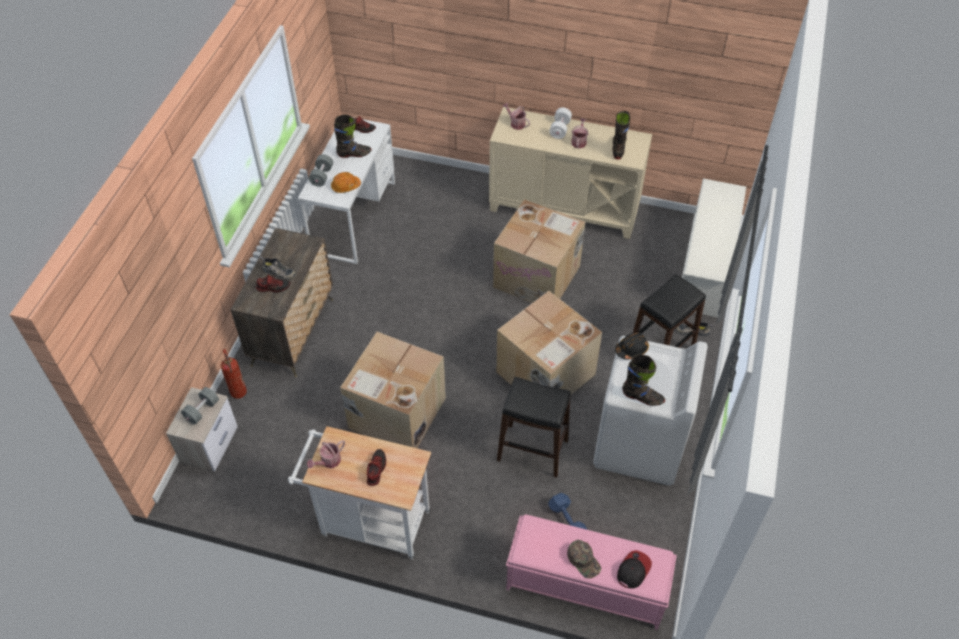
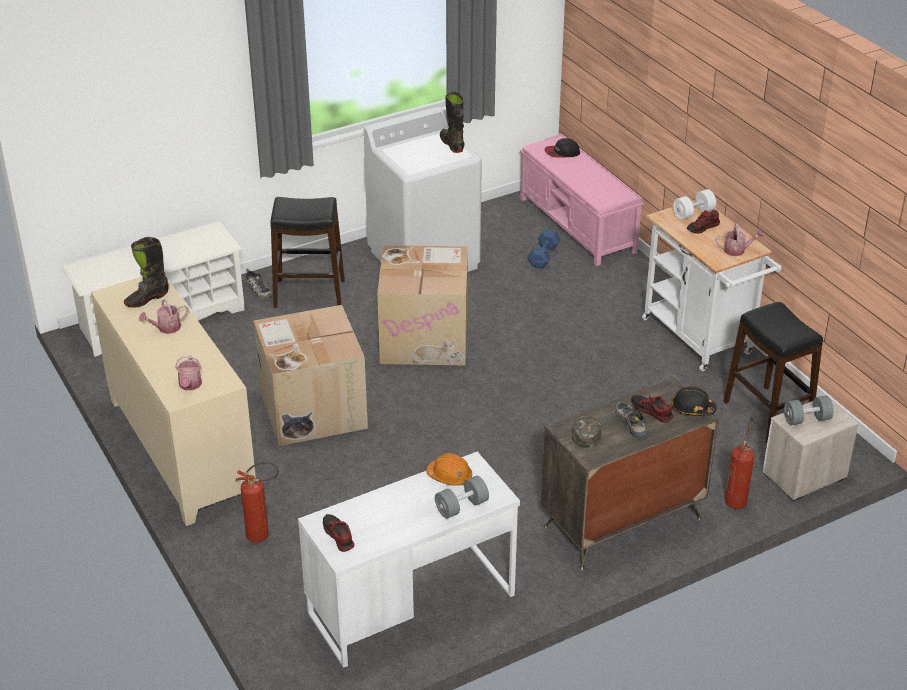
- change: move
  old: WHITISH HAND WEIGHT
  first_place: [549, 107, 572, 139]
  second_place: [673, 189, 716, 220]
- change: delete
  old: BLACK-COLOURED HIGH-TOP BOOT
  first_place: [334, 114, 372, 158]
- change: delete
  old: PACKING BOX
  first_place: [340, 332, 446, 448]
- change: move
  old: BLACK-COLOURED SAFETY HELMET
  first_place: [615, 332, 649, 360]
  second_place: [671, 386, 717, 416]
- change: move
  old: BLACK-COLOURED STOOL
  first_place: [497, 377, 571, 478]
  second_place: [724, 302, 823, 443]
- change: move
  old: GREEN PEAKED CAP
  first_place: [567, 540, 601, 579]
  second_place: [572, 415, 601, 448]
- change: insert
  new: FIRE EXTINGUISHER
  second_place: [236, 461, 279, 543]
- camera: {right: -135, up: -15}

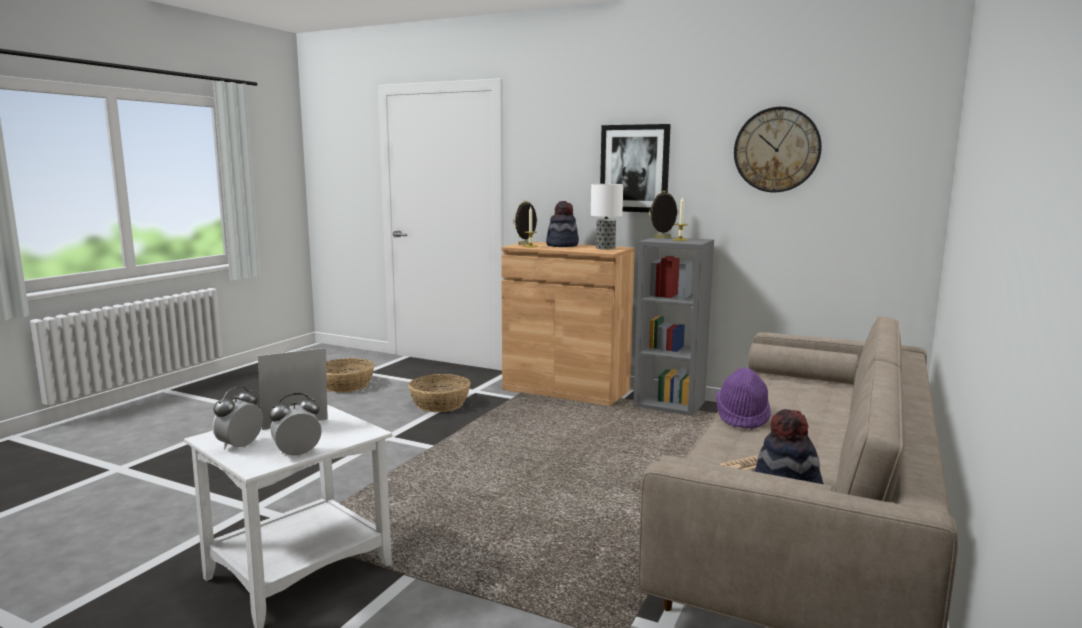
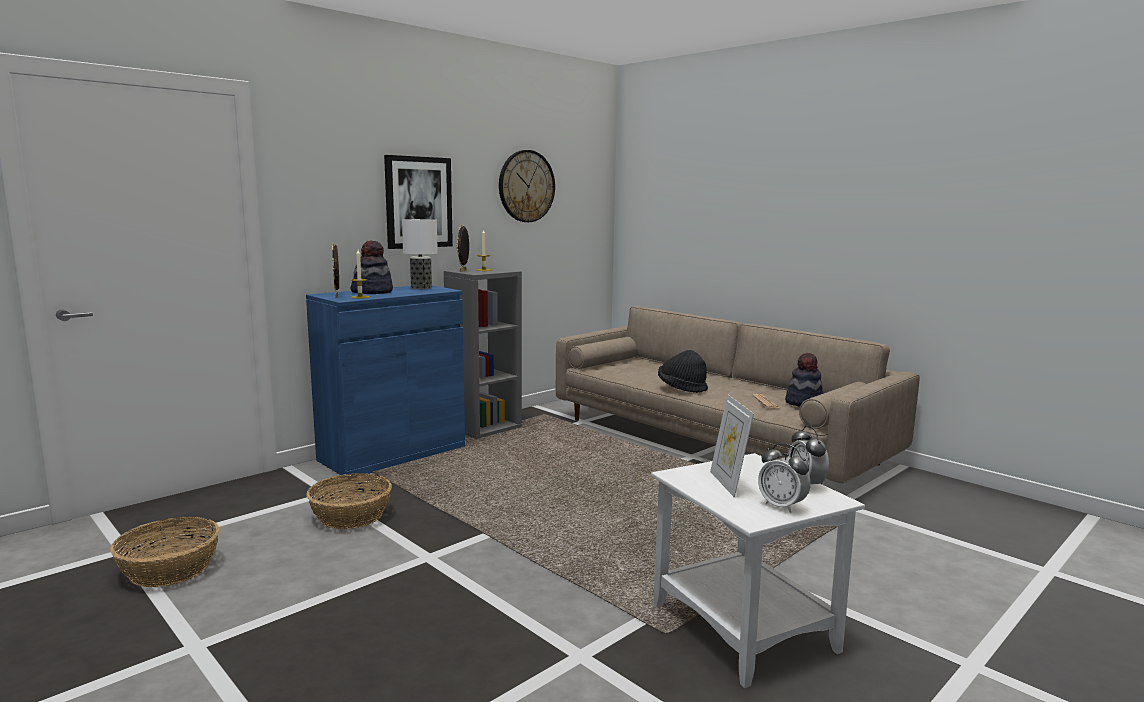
- change: recolor
  old: BROWNISH CUPBOARD
  new: BLUE-COLOURED CUPBOARD
  first_place: [501, 242, 635, 406]
  second_place: [306, 286, 465, 476]
- change: recolor
  old: PURPLE-COLOURED HAT
  new: BLACK-COLOURED HAT
  first_place: [716, 368, 771, 430]
  second_place: [658, 350, 708, 393]
- camera: {right: -70, up: 0}

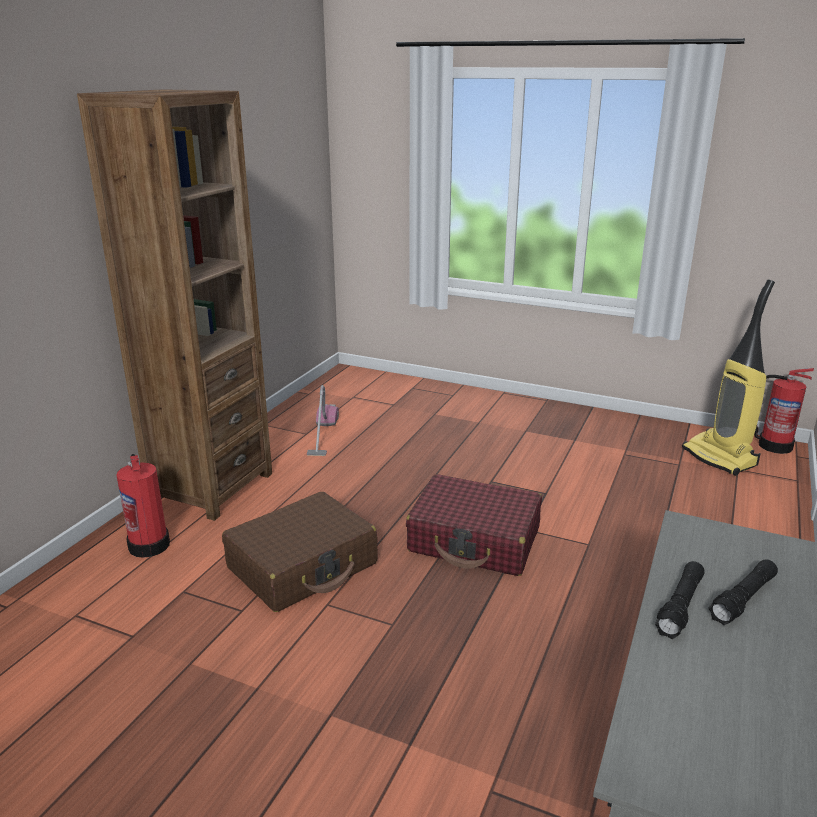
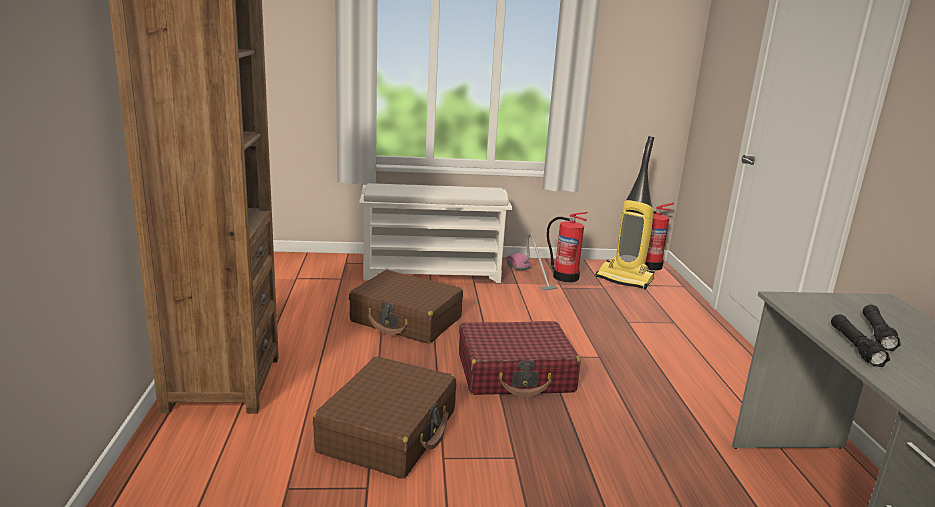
- change: move
  old: HOOVER
  first_place: [307, 385, 339, 456]
  second_place: [506, 233, 557, 291]
- change: move
  old: FIRE EXTINGUISHER
  first_place: [116, 454, 170, 558]
  second_place: [547, 212, 588, 282]
- change: insert
  new: WHITISH SHOE RACK
  second_place: [359, 183, 512, 283]
- change: insert
  new: BROWNISH PIECE OF LUGGAGE
  second_place: [349, 270, 463, 344]
- camera: {right: -30, up: -5}

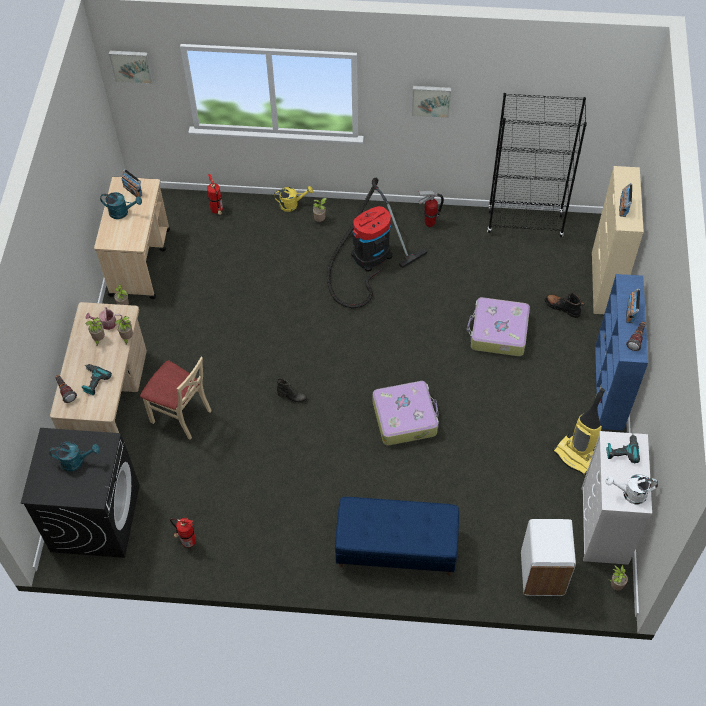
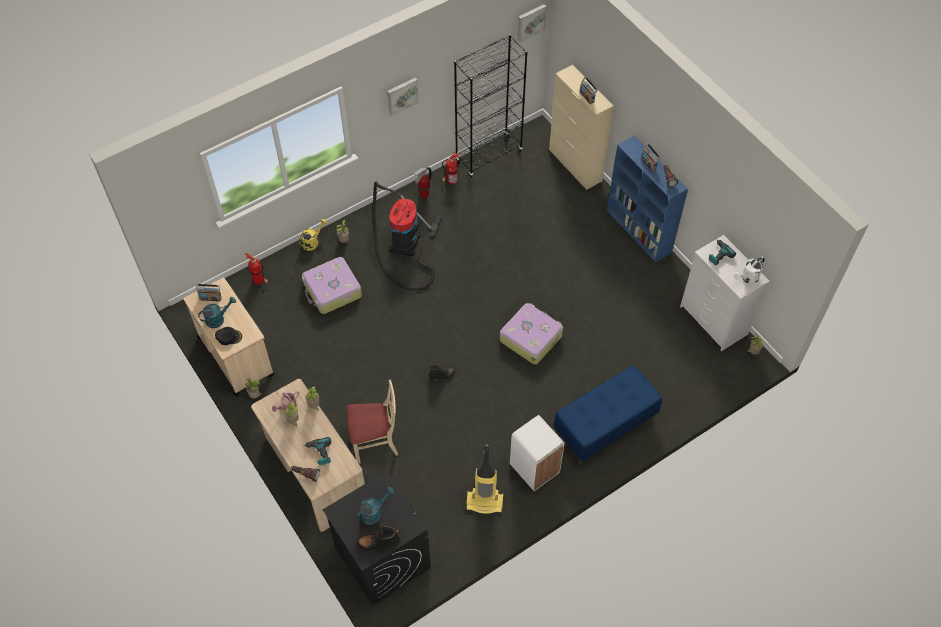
- change: move
  old: PICTURE
  first_place: [109, 51, 153, 84]
  second_place: [517, 4, 547, 43]
- change: move
  old: BLACK-COLOURED HIGH-TOP BOOT
  first_place: [545, 292, 584, 318]
  second_place: [357, 525, 400, 551]
- change: move
  old: PIECE OF LUGGAGE
  first_place: [467, 297, 530, 356]
  second_place: [302, 257, 362, 314]
- change: move
  old: HOOVER
  first_place: [553, 388, 605, 475]
  second_place: [466, 444, 504, 515]
- change: move
  old: FIRE EXTINGUISHER
  first_place: [170, 517, 196, 548]
  second_place: [442, 152, 459, 184]
- change: move
  old: WHITISH TRASH CAN
  first_place: [521, 519, 576, 596]
  second_place: [510, 415, 565, 491]
- change: insert
  new: BLACK-COLOURED PEAKED CAP
  second_place: [215, 327, 242, 345]
- camera: {right: -40, up: 0}

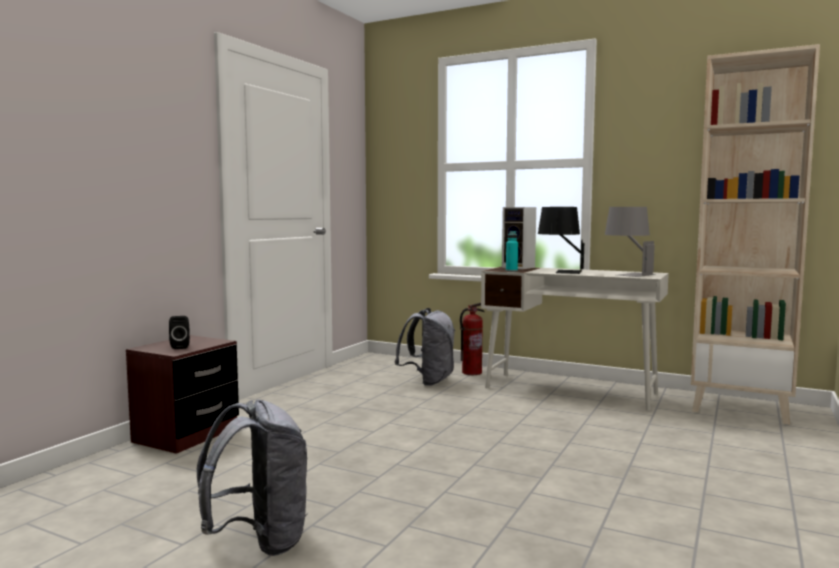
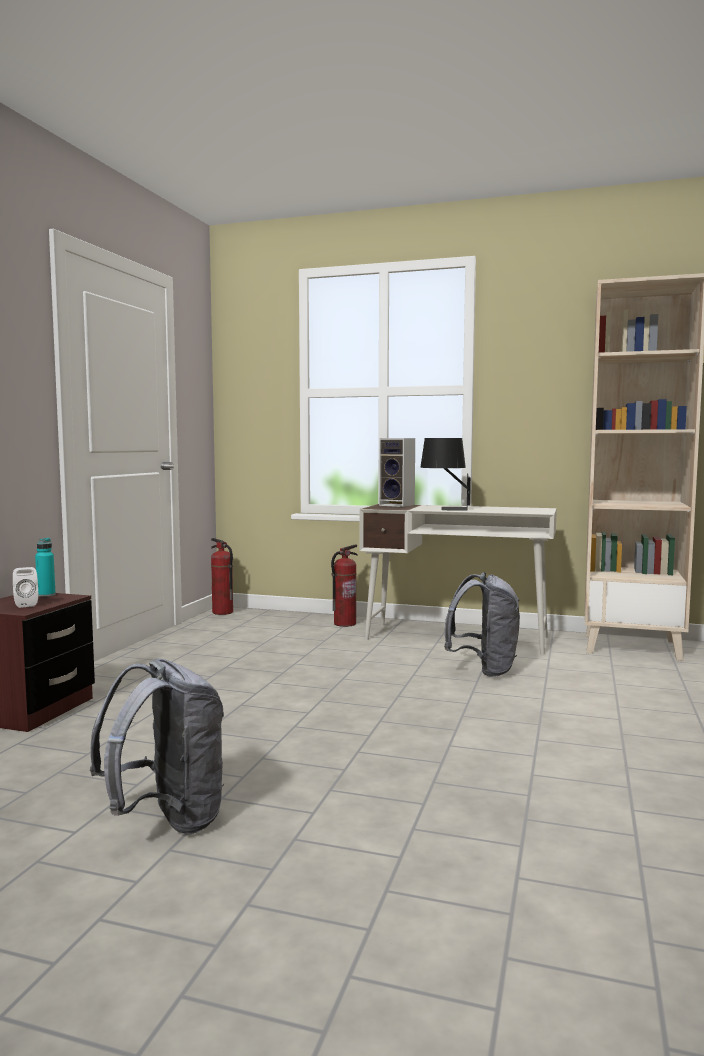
- change: delete
  old: GREYISH LAMP FOR A TABLE
  first_place: [605, 207, 656, 277]
- change: move
  old: TURQUOISE-COLOURED BEVERAGE BOTTLE
  first_place: [506, 231, 518, 272]
  second_place: [35, 538, 56, 597]
- change: move
  old: GREYISH RUCKSACK
  first_place: [394, 308, 455, 386]
  second_place: [444, 572, 520, 677]
- change: recolor
  old: BLACK-COLOURED SPEAKER
  new: WHITISH SPEAKER
  first_place: [169, 316, 190, 349]
  second_place: [13, 567, 38, 608]
- change: insert
  new: FIRE EXTINGUISHER
  second_place: [211, 538, 233, 615]
- camera: {right: -10, up: 0}

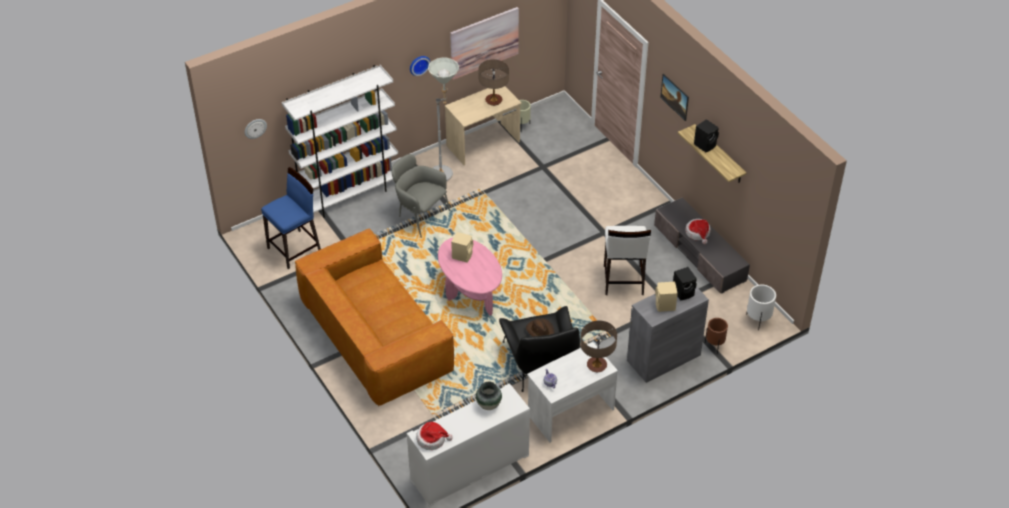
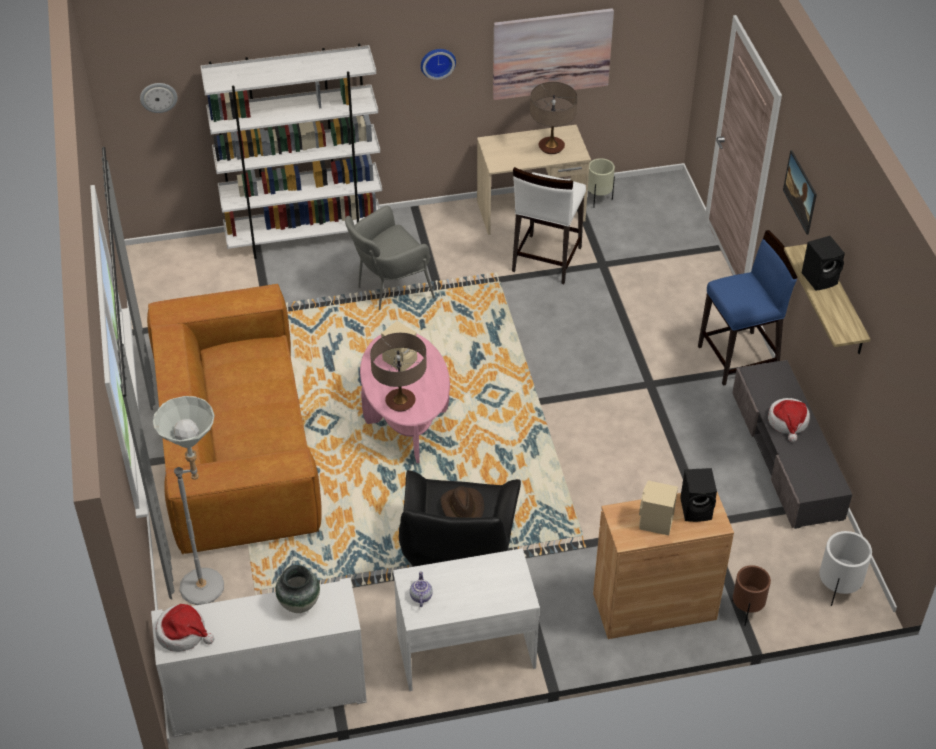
- change: move
  old: GREYISH STANDARD LAMP
  first_place: [428, 57, 459, 181]
  second_place: [153, 396, 224, 605]
- change: rotate
  old: GREYISH EASY CHAIR
  first_place: [392, 154, 451, 238]
  second_place: [345, 206, 435, 310]
  degrees: -90
- change: move
  old: BLUE-COLOURED STOOL
  first_place: [261, 167, 321, 269]
  second_place: [698, 230, 797, 386]
- change: move
  old: WHITISH STOOL
  first_place: [604, 226, 651, 295]
  second_place: [512, 167, 586, 284]
- change: recolor
  old: GREYISH CUPBOARD
  new: BROWNISH CUPBOARD
  first_place: [627, 287, 709, 383]
  second_place: [593, 492, 734, 639]
- change: move
  old: LAMP FOR A TABLE
  first_place: [580, 321, 617, 372]
  second_place: [370, 333, 427, 411]
- camera: {right: 20, up: 0}

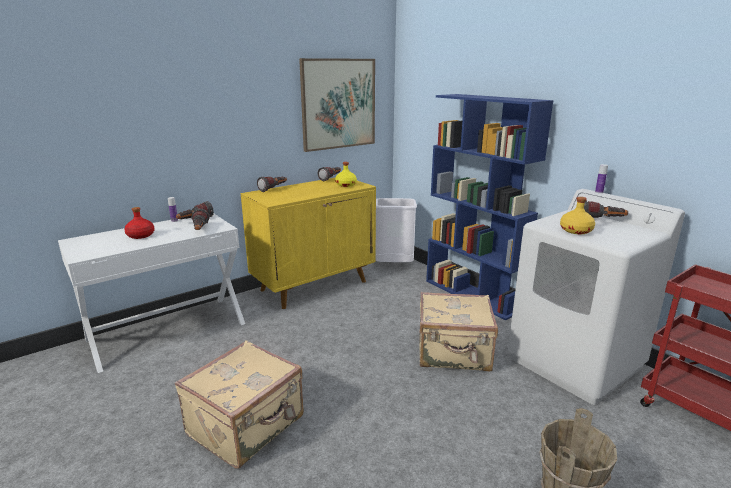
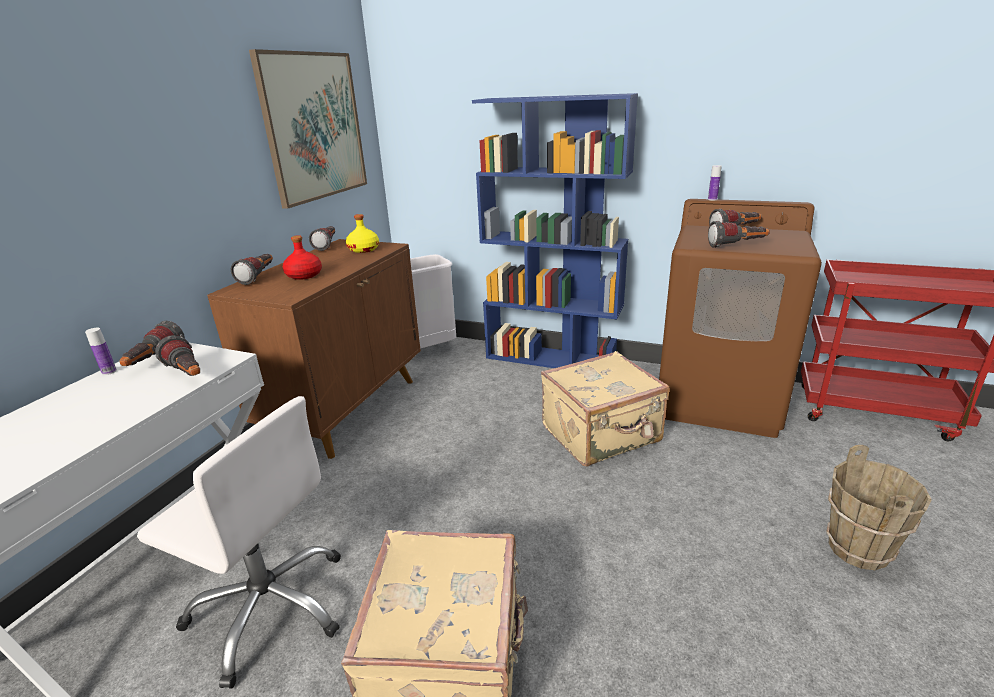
- change: recolor
  old: YELLOWISH CUPBOARD
  new: BROWNISH CUPBOARD
  first_place: [241, 178, 376, 309]
  second_place: [207, 239, 421, 459]
- change: recolor
  old: WHITISH WASHING MACHINE
  new: BROWNISH WASHING MACHINE
  first_place: [508, 189, 685, 405]
  second_place: [659, 199, 822, 438]
- change: replace
  old: YELLOWISH BEVERAGE BOTTLE
  new: HAND TORCH
  first_place: [560, 197, 595, 234]
  second_place: [708, 221, 770, 248]
- change: move
  old: REDDISH BEVERAGE BOTTLE
  first_place: [124, 207, 155, 239]
  second_place: [283, 235, 322, 280]
- change: insert
  new: WHITISH OFFICE CHAIR
  second_place: [137, 396, 341, 688]
- camera: {right: -30, up: 5}

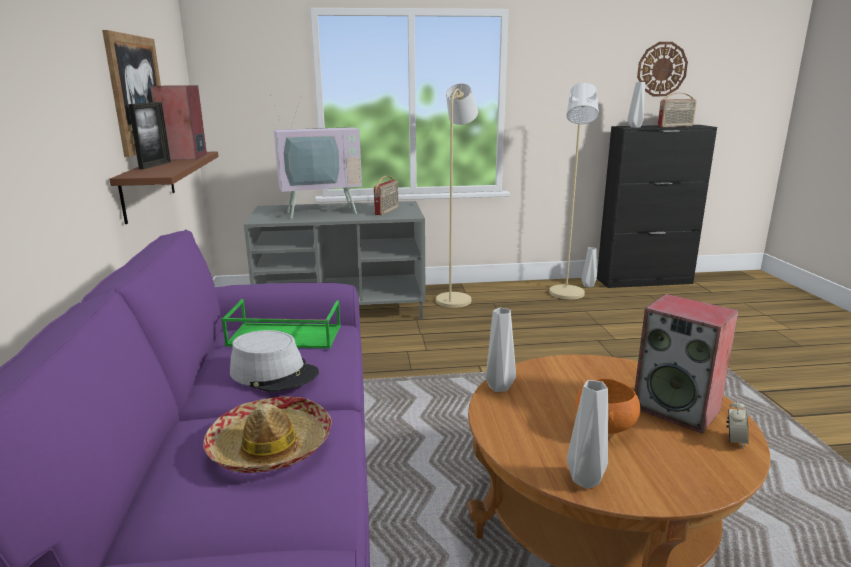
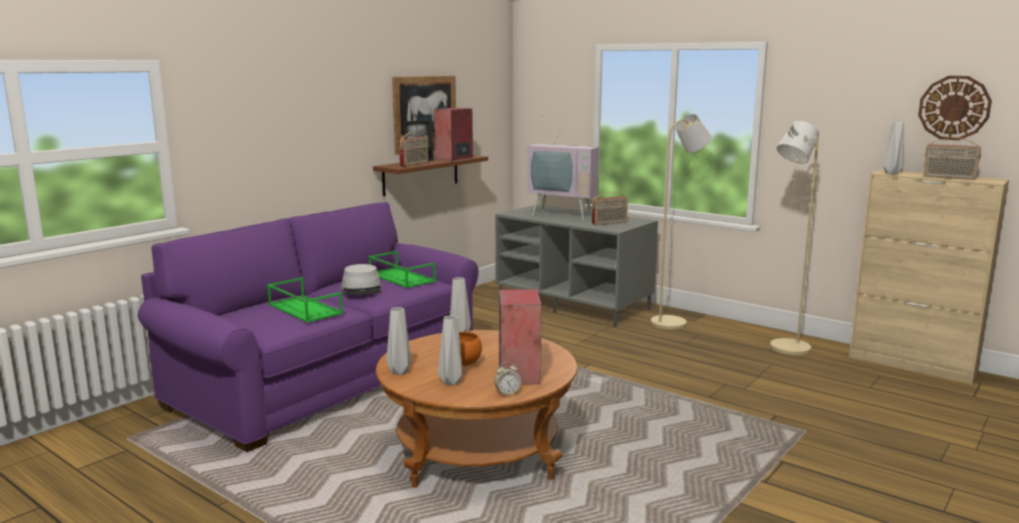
- change: recolor
  old: BLACK-COLOURED CUPBOARD
  new: BEIGE-COLOURED CUPBOARD
  first_place: [597, 125, 717, 288]
  second_place: [849, 170, 1009, 384]
- change: move
  old: GREYISH FLOWER VASE
  first_place: [581, 247, 597, 288]
  second_place: [438, 315, 462, 386]
- change: replace
  old: HAT
  new: GREEN TRAY
  first_place: [203, 396, 332, 473]
  second_place: [267, 277, 343, 323]
- change: insert
  new: RADIO SET
  second_place: [399, 132, 429, 167]
- camera: {right: 45, up: -5}

